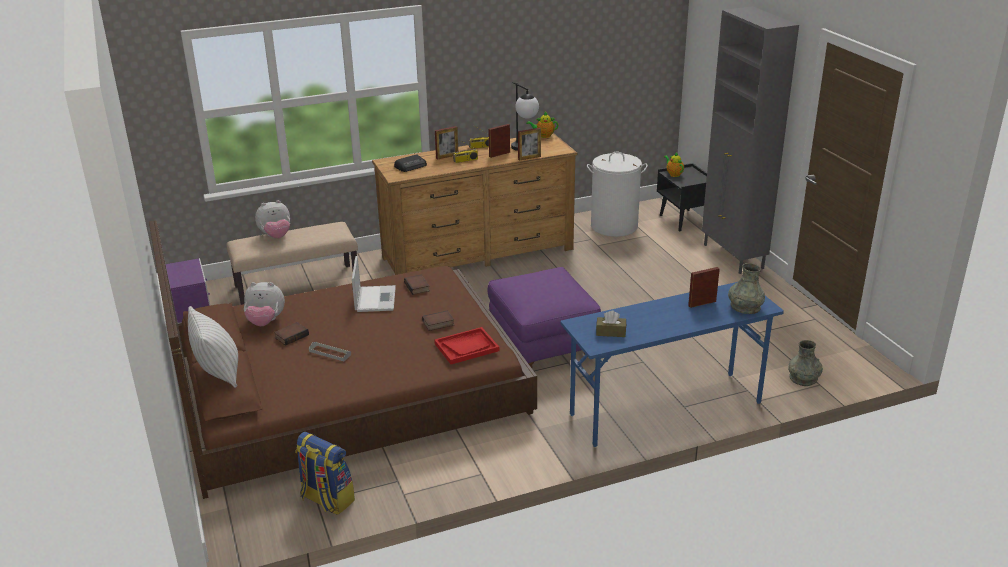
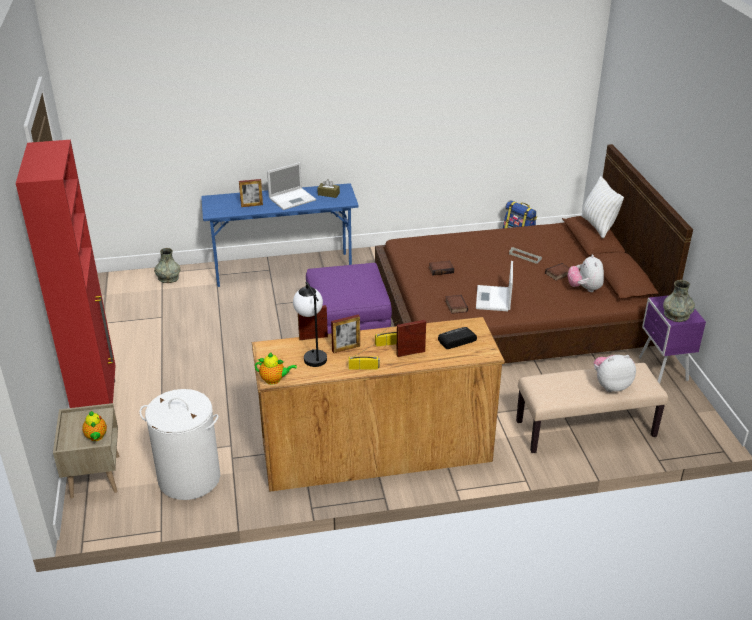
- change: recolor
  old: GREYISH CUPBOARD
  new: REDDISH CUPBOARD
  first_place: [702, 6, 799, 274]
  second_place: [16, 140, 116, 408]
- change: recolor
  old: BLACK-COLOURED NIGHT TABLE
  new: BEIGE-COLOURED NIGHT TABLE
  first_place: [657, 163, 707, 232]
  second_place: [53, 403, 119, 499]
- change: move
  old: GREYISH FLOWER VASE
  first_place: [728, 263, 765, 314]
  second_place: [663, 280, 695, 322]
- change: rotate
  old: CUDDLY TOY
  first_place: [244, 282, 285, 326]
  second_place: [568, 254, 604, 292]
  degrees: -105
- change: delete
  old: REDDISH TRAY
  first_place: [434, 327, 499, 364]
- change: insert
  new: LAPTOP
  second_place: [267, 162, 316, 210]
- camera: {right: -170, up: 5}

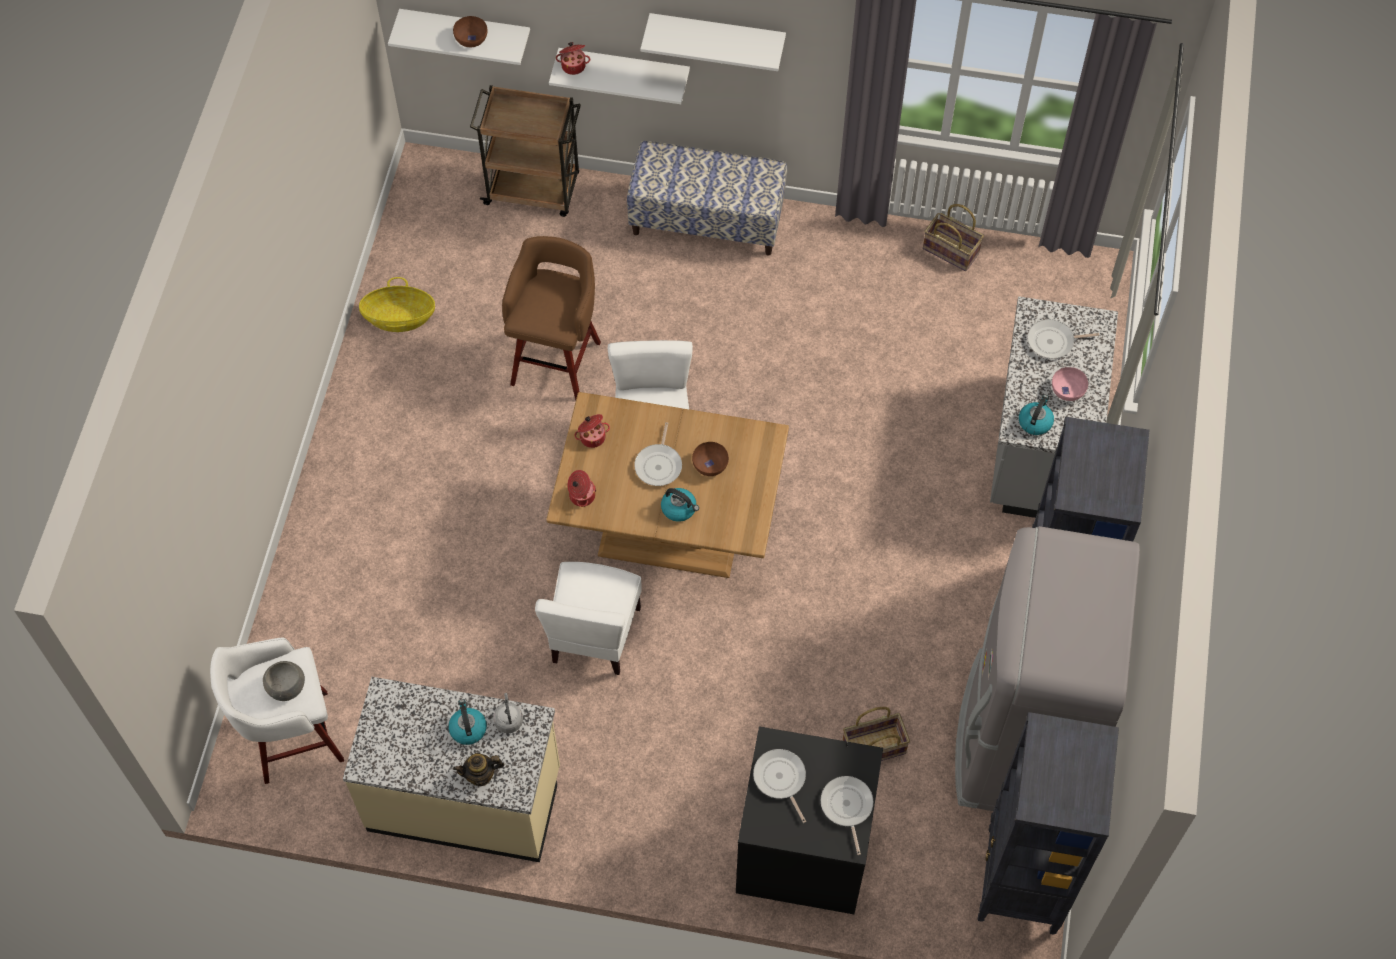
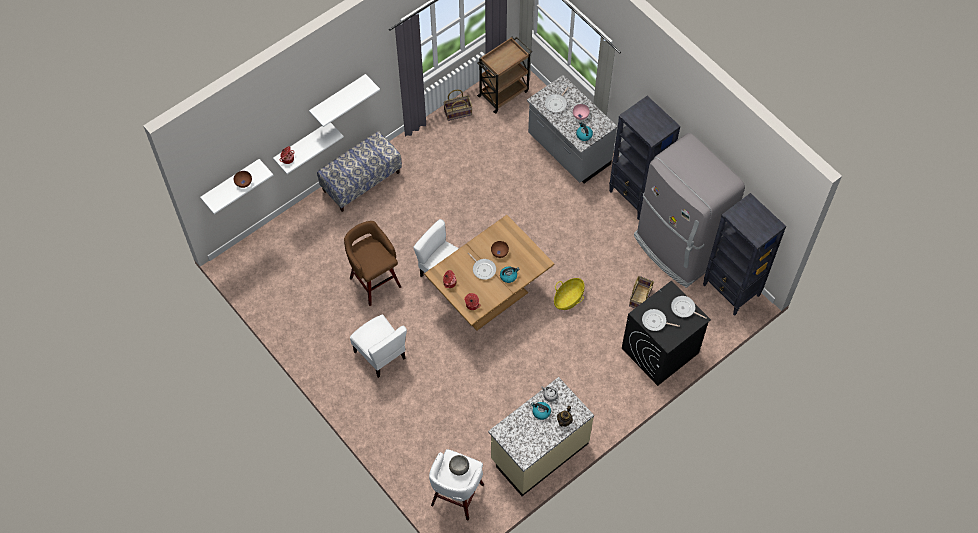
- change: move
  old: BROWNISH TROLLEY
  first_place: [470, 85, 581, 217]
  second_place: [477, 37, 532, 114]
- change: move
  old: STORAGE BASKET
  first_place: [359, 277, 435, 332]
  second_place: [554, 278, 584, 310]
- change: move
  old: WHITISH CHAIR
  first_place: [535, 562, 642, 675]
  second_place: [350, 315, 407, 378]
- camera: {right: -50, up: 0}

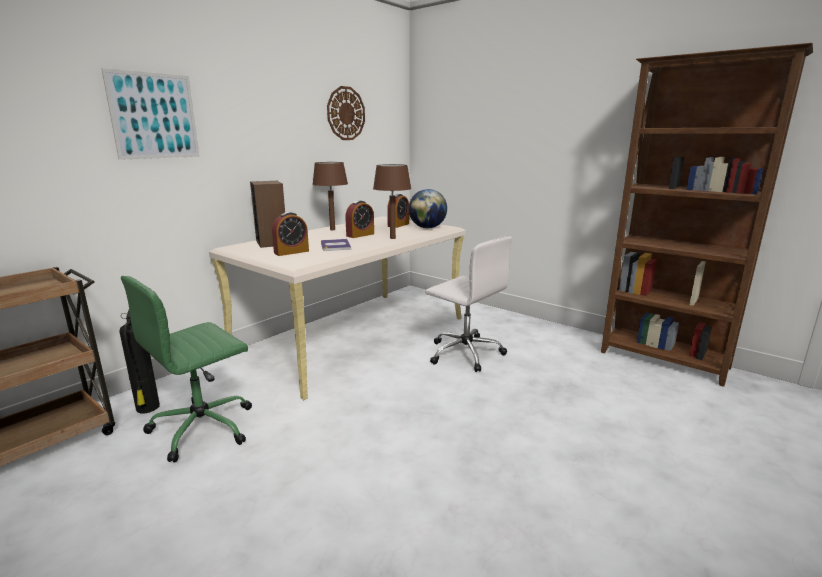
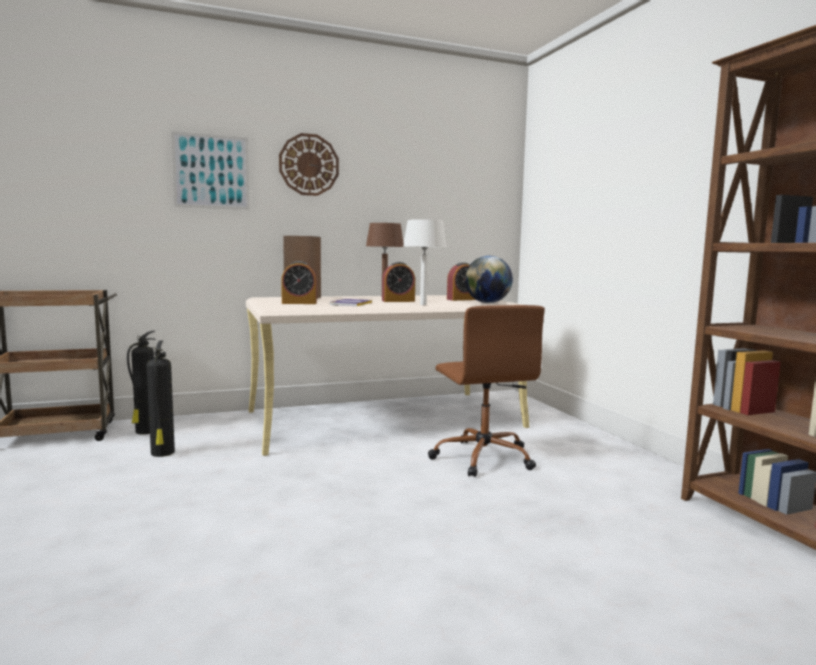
- change: move
  old: WALL CLOCK
  first_place: [327, 86, 365, 140]
  second_place: [279, 133, 339, 196]
- change: recolor
  old: BROWNISH LAMP FOR A TABLE
  new: WHITISH LAMP FOR A TABLE
  first_place: [373, 164, 411, 239]
  second_place: [403, 219, 446, 305]
- change: recolor
  old: WHITISH OFFICE CHAIR
  new: BROWNISH OFFICE CHAIR
  first_place: [425, 236, 512, 372]
  second_place: [428, 305, 545, 477]
- change: replace
  old: GREEN OFFICE CHAIR
  new: FIRE EXTINGUISHER
  first_place: [121, 276, 252, 463]
  second_place: [147, 341, 175, 457]
- camera: {right: 30, up: -10}

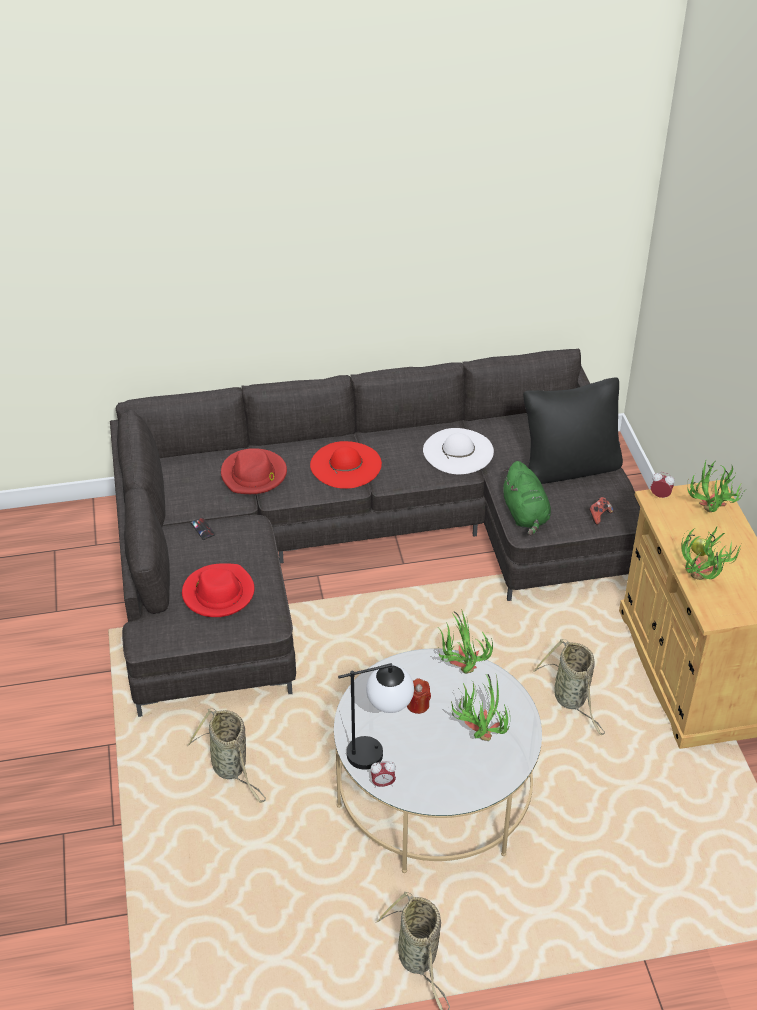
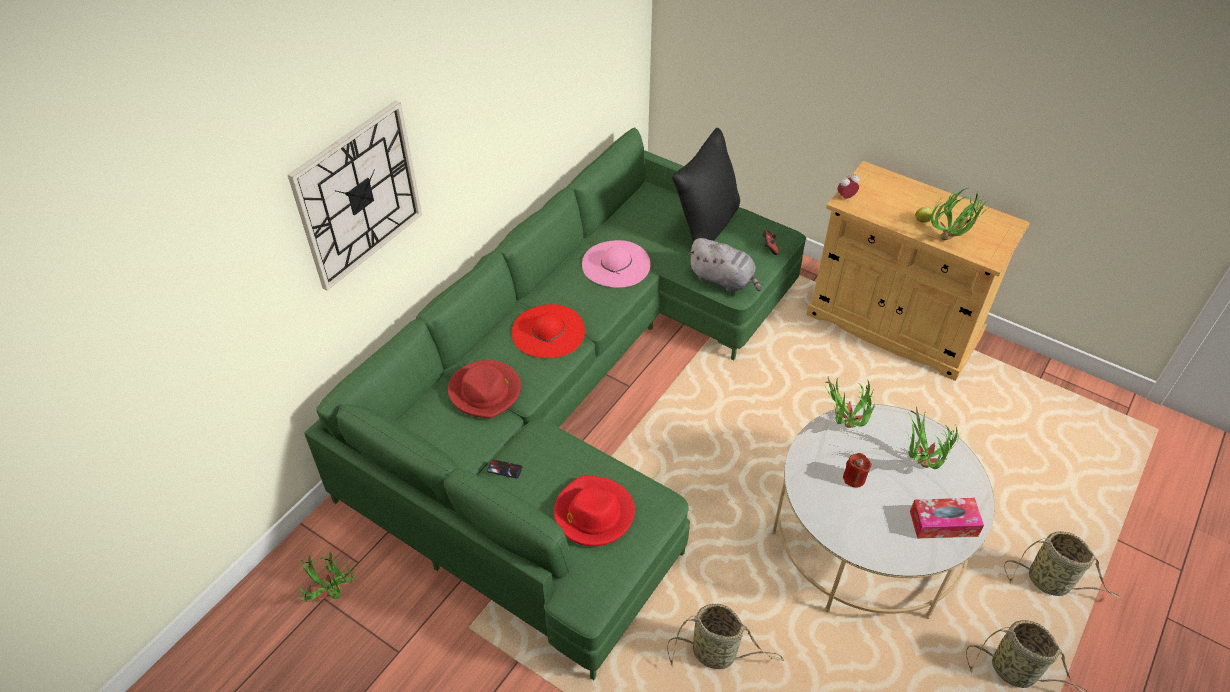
- change: recolor
  old: GREYISH COUCH
  new: GREEN COUCH
  first_place: [110, 348, 640, 717]
  second_place: [304, 127, 806, 680]
- change: recolor
  old: WHITISH HAT
  new: PINK-COLOURED HAT
  first_place: [423, 428, 494, 475]
  second_place: [582, 240, 651, 288]
- change: move
  old: PLANT IN A POT
  first_place: [687, 460, 744, 512]
  second_place: [298, 552, 355, 602]
- change: recolor
  old: GREEN CUDDLY TOY
  new: GREYISH CUDDLY TOY
  first_place: [503, 461, 551, 536]
  second_place: [688, 238, 761, 292]
- change: move
  old: STORAGE BASKET
  first_place: [533, 639, 605, 735]
  second_place: [1004, 531, 1121, 599]
- change: delete
  old: LAMP FOR A TABLE
  first_place: [338, 663, 414, 770]
- change: delete
  old: TABLE CLOCK
  first_place: [371, 761, 396, 788]
- change: insert
  new: WALL CLOCK
  second_place: [288, 101, 422, 291]
- change: insert
  new: TISSUE HOLDER
  second_place: [910, 498, 984, 538]
- camera: {right: -45, up: 5}

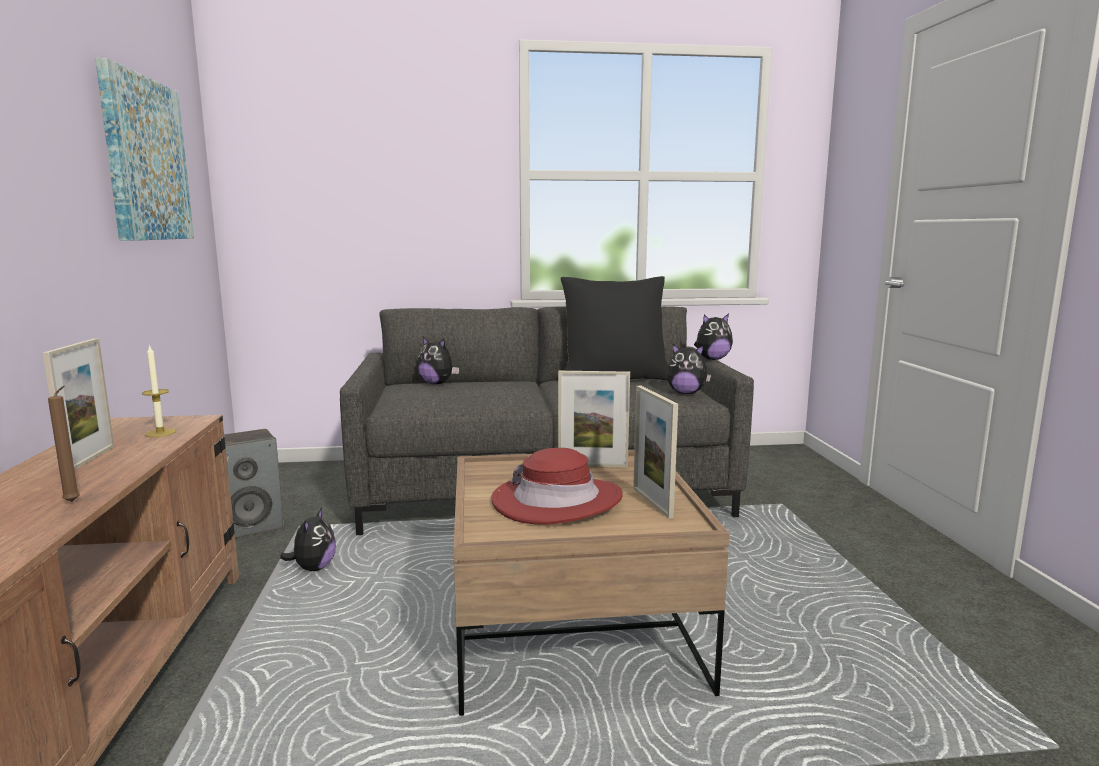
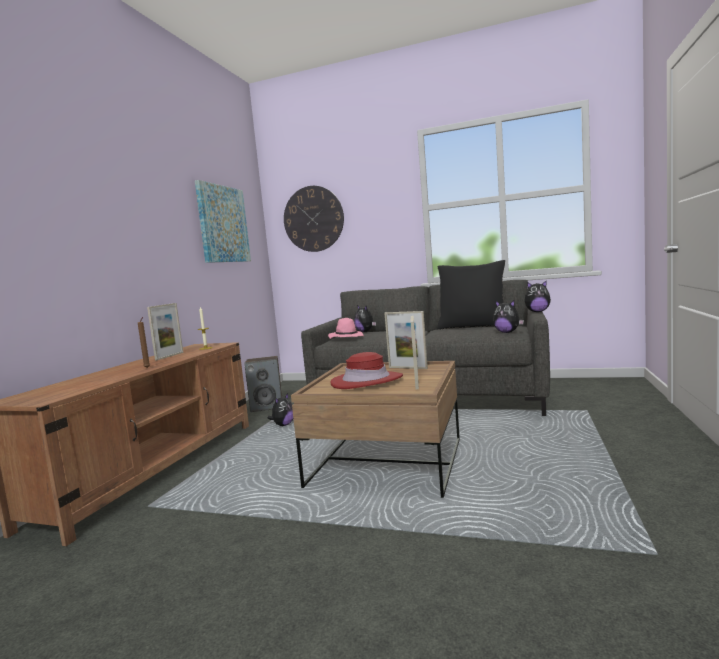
- change: insert
  new: WALL CLOCK
  second_place: [284, 186, 344, 252]
- change: insert
  new: PINK-COLOURED HAT
  second_place: [328, 318, 364, 339]
- camera: {right: 25, up: -5}

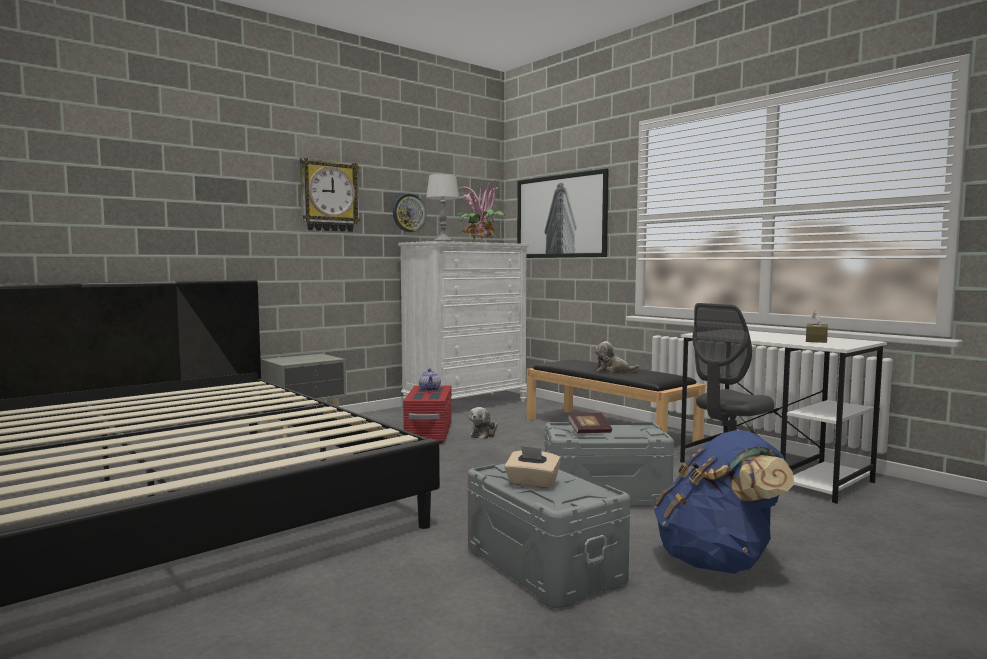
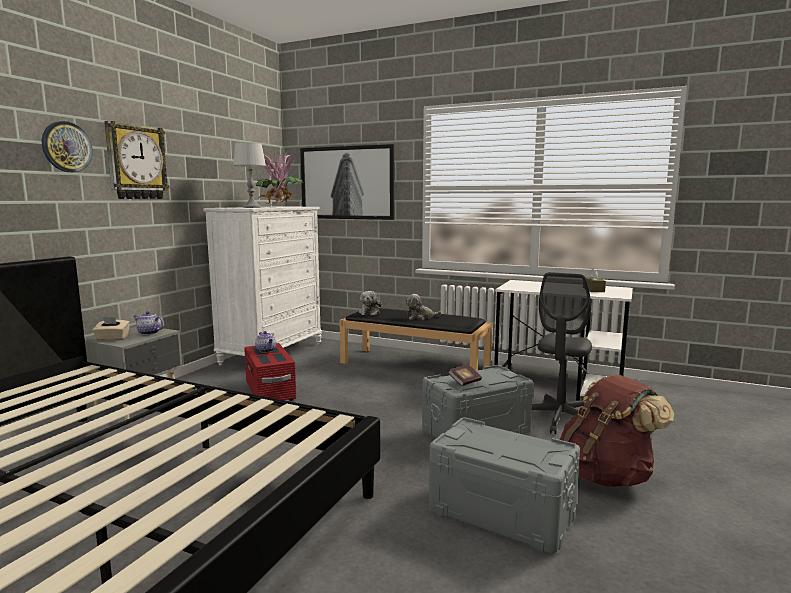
- change: move
  old: WALL CLOCK
  first_place: [393, 194, 426, 232]
  second_place: [42, 121, 92, 172]
- change: move
  old: CUDDLY TOY
  first_place: [469, 407, 498, 439]
  second_place: [359, 291, 382, 315]
- change: recolor
  old: BLUE-COLOURED RUCKSACK
  new: BROWNISH RUCKSACK
  first_place: [654, 430, 795, 574]
  second_place: [559, 375, 674, 487]
- change: move
  old: BEIGE-COLOURED TISSUE HOLDER
  first_place: [504, 446, 561, 489]
  second_place: [92, 317, 130, 341]
- change: insert
  new: TEAPOT
  second_place: [133, 311, 164, 335]
- camera: {right: -25, up: 5}

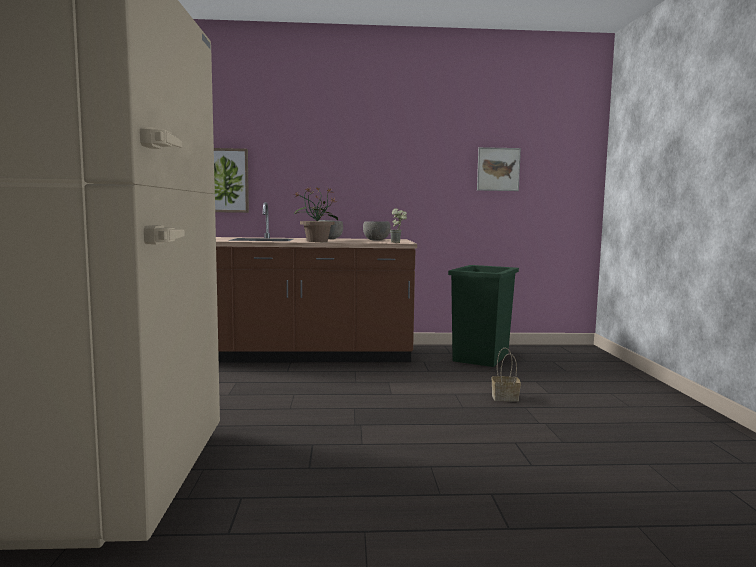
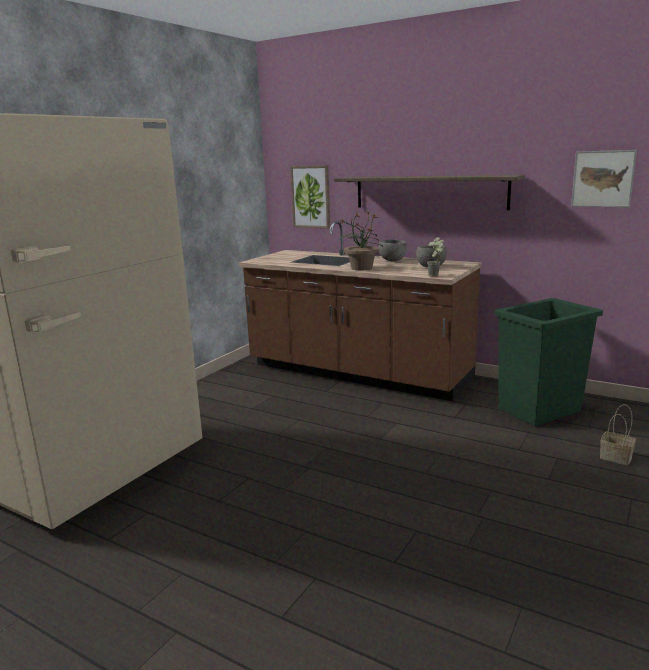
- change: move
  old: STORAGE BASKET
  first_place: [491, 347, 521, 402]
  second_place: [600, 405, 636, 465]
- change: insert
  new: WALL SHELF
  second_place: [334, 175, 525, 210]
- camera: {right: 35, up: 10}

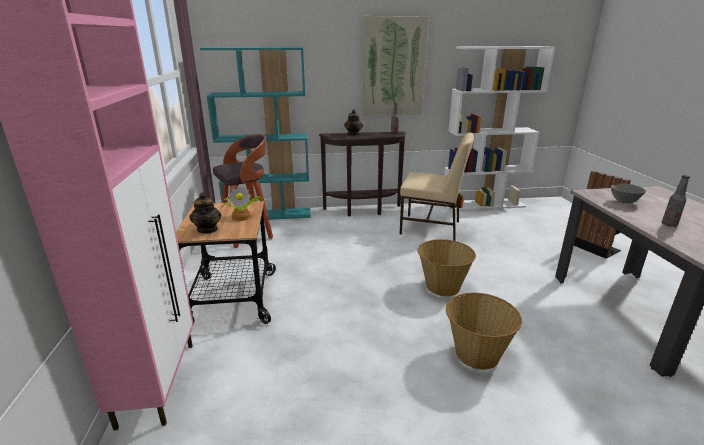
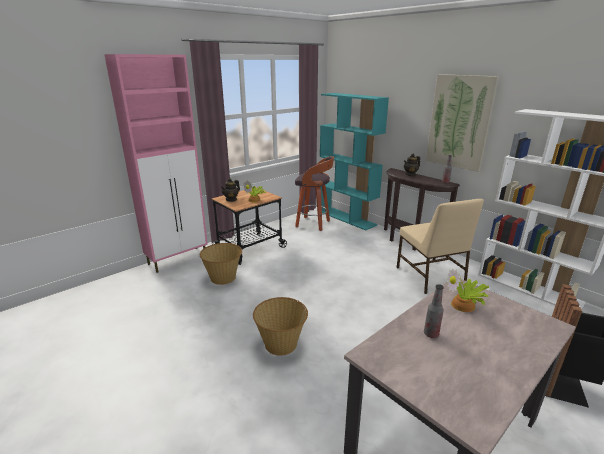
- change: replace
  old: GREYISH BOWL
  new: PLANT IN A POT
  first_place: [611, 183, 646, 203]
  second_place: [447, 268, 489, 312]
- change: move
  old: STORAGE BASKET
  first_place: [417, 239, 476, 296]
  second_place: [200, 243, 242, 285]
- camera: {right: 55, up: 0}

